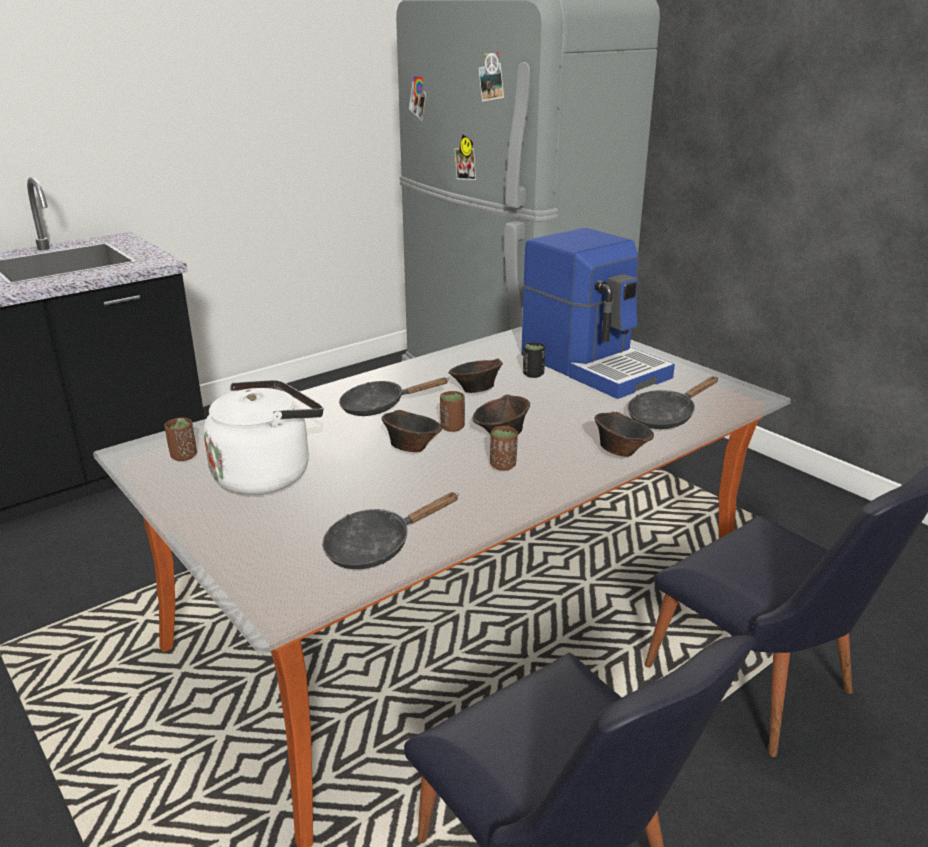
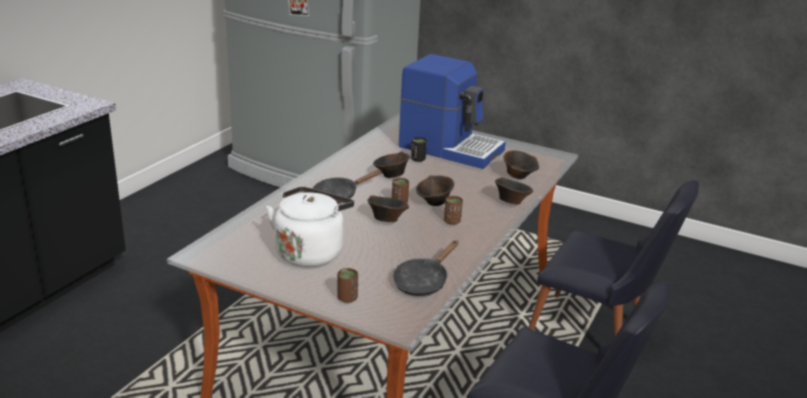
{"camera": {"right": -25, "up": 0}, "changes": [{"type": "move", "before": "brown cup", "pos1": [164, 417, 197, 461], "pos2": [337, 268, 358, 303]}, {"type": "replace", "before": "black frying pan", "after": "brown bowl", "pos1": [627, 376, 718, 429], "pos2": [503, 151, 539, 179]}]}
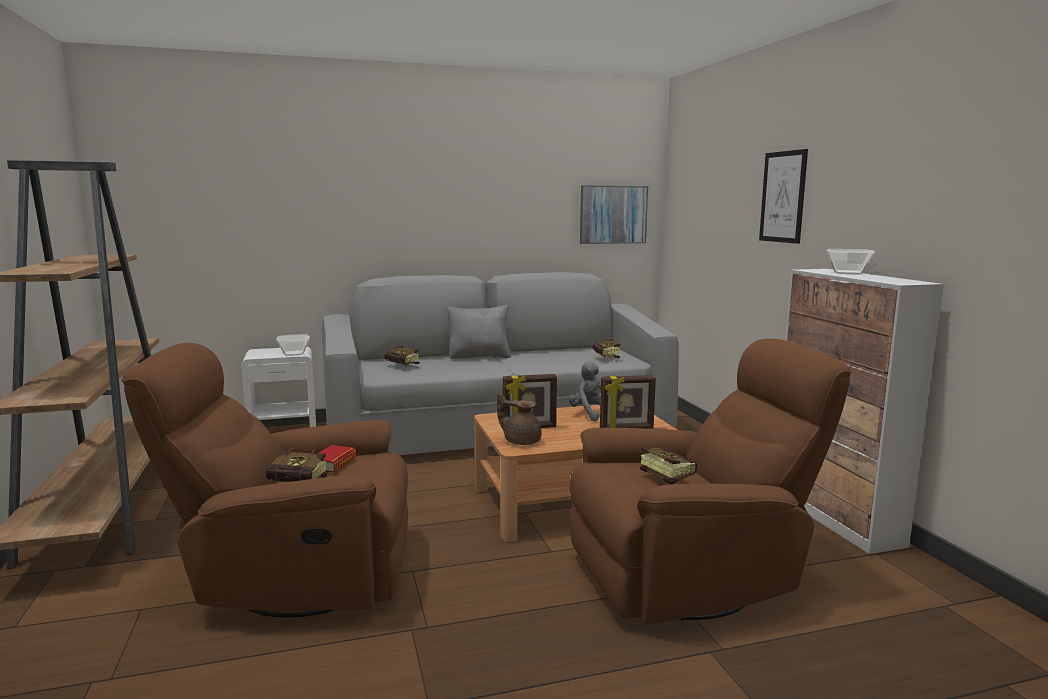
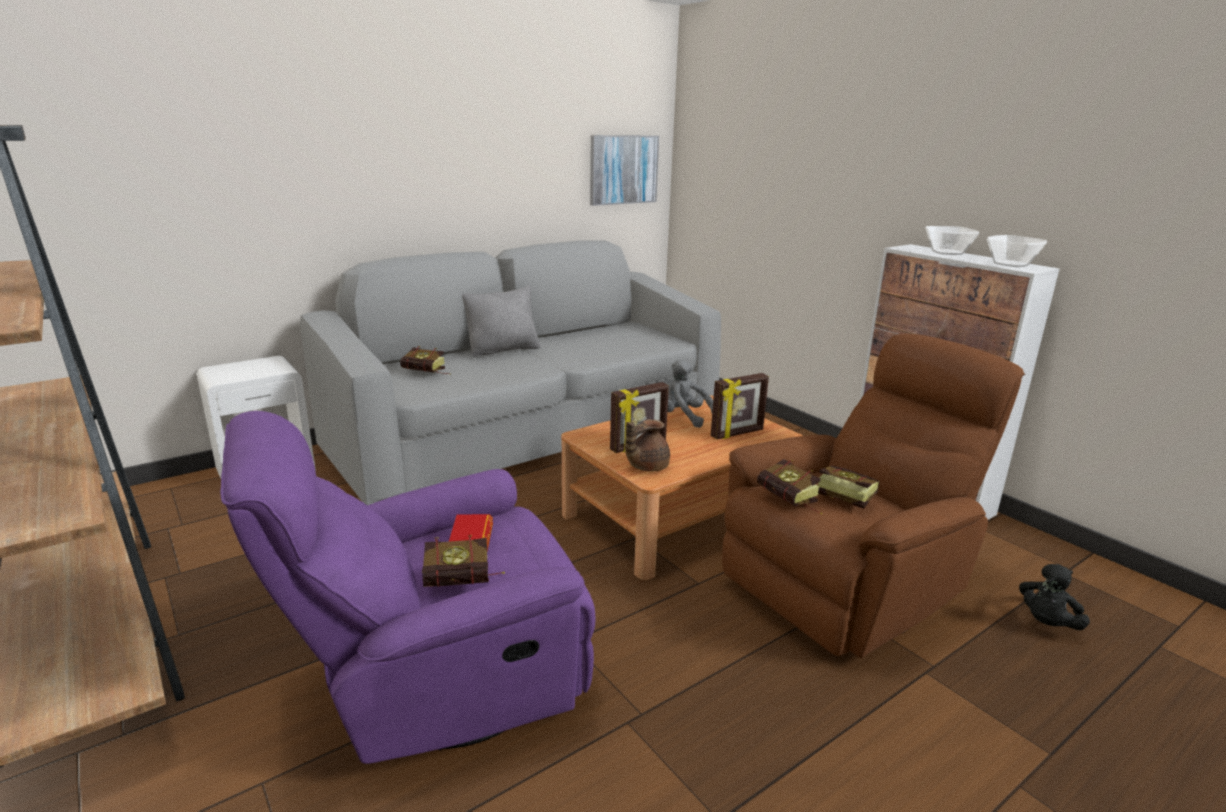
{"camera": {"right": -20, "up": 10}, "changes": [{"type": "recolor", "before": "brown armchair", "after": "purple armchair", "pos1": [121, 343, 408, 618], "pos2": [220, 411, 595, 764]}, {"type": "move", "before": "bowl", "pos1": [276, 334, 310, 356], "pos2": [987, 235, 1047, 267]}, {"type": "rotate", "before": "brown teapot", "pos1": [497, 391, 542, 445], "pos2": [625, 419, 670, 472], "turn": -45}, {"type": "move", "before": "book", "pos1": [592, 338, 620, 363], "pos2": [757, 459, 822, 514]}, {"type": "delete", "before": "picture", "pos1": [759, 149, 808, 244]}, {"type": "insert", "after": "black plush toy", "pos2": [1019, 564, 1090, 630]}]}
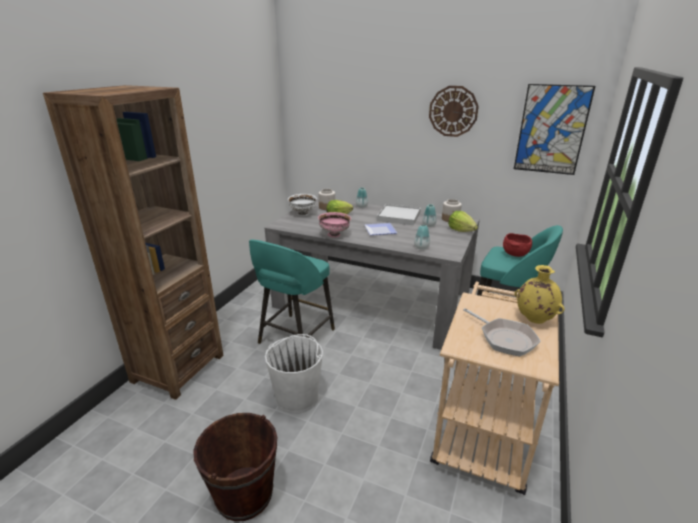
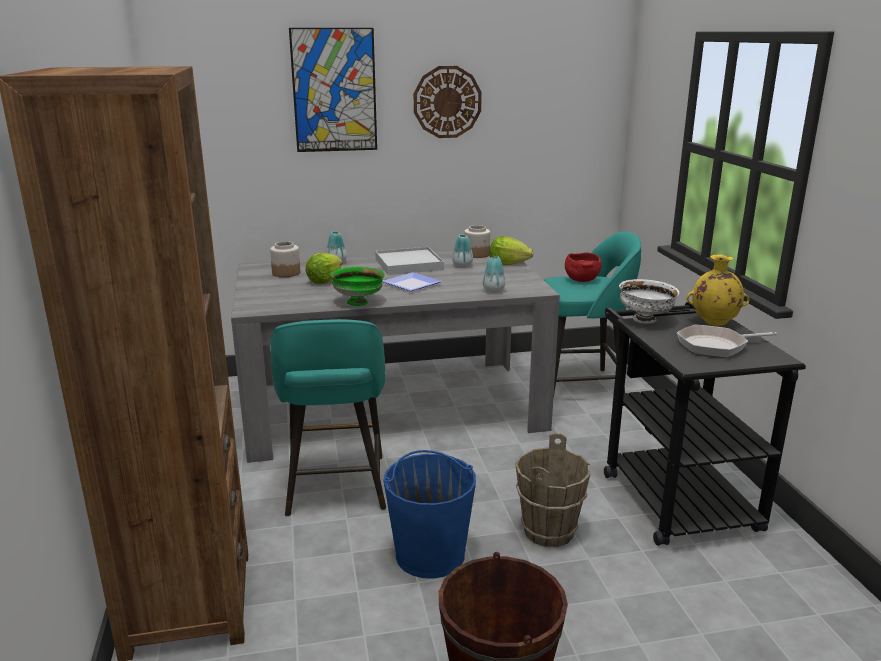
{"camera": {"right": -35, "up": -5}, "changes": [{"type": "recolor", "before": "white bucket", "after": "blue bucket", "pos1": [265, 334, 323, 414], "pos2": [383, 450, 476, 579]}, {"type": "move", "before": "white bowl", "pos1": [288, 194, 317, 216], "pos2": [619, 279, 679, 324]}, {"type": "recolor", "before": "pink bowl", "after": "green bowl", "pos1": [318, 212, 351, 237], "pos2": [330, 267, 385, 306]}, {"type": "recolor", "before": "beige cart", "after": "black cart", "pos1": [430, 282, 559, 495], "pos2": [604, 302, 806, 546]}, {"type": "rotate", "before": "frying pan", "pos1": [463, 308, 541, 356], "pos2": [677, 325, 777, 358], "turn": 150}, {"type": "move", "before": "picture", "pos1": [514, 84, 595, 175], "pos2": [289, 28, 377, 152]}, {"type": "insert", "after": "brown bucket", "pos2": [515, 433, 591, 547]}]}
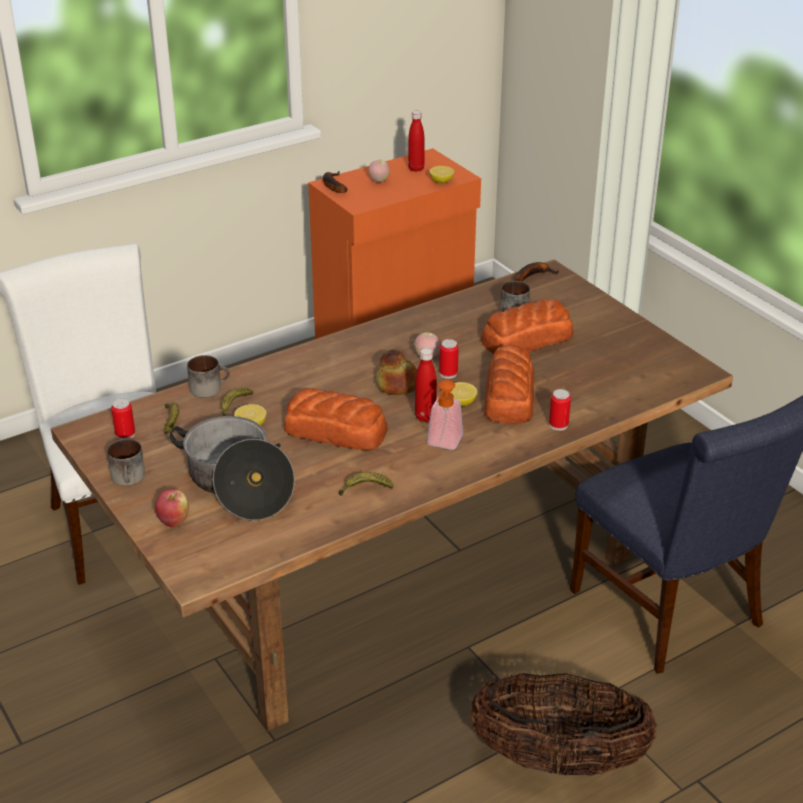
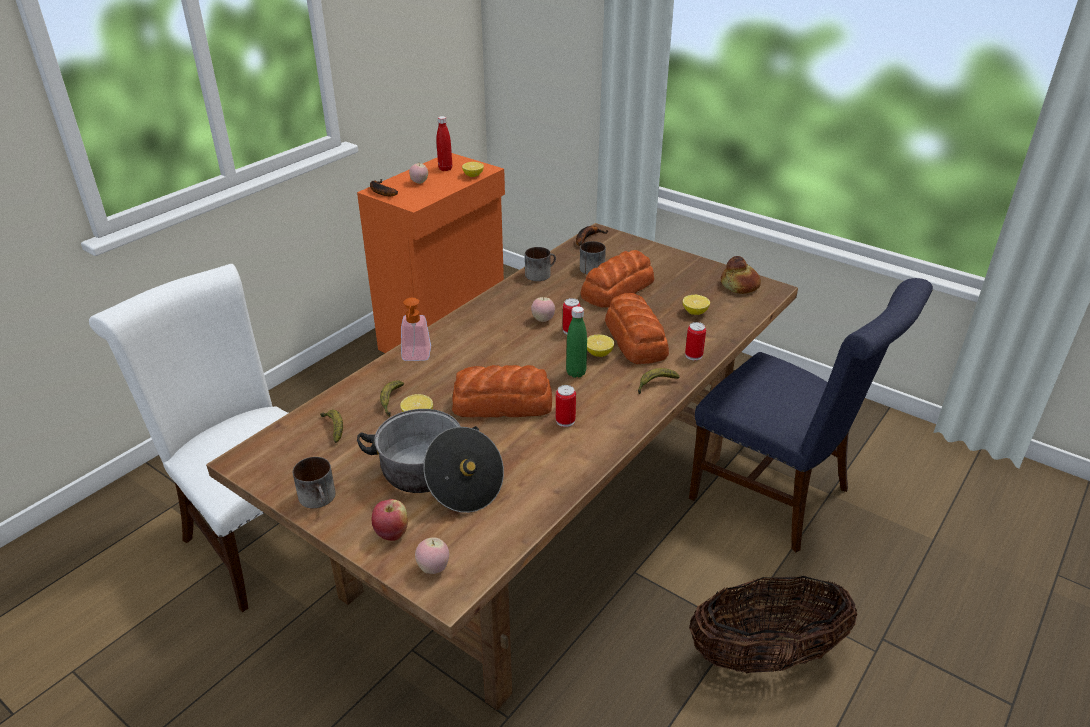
{"camera": {"right": -20, "up": 0}, "changes": [{"type": "move", "before": "can", "pos1": [111, 399, 135, 440], "pos2": [556, 385, 576, 427]}, {"type": "move", "before": "mug", "pos1": [187, 355, 230, 398], "pos2": [525, 247, 556, 281]}, {"type": "move", "before": "banana", "pos1": [339, 472, 394, 496], "pos2": [638, 368, 680, 394]}, {"type": "move", "before": "bread", "pos1": [376, 349, 417, 395], "pos2": [721, 256, 761, 294]}, {"type": "recolor", "before": "red bottle", "after": "green bottle", "pos1": [415, 348, 437, 422], "pos2": [566, 306, 587, 378]}, {"type": "move", "before": "soap dispenser", "pos1": [427, 379, 463, 450], "pos2": [401, 298, 431, 361]}, {"type": "insert", "after": "apple", "pos2": [415, 538, 449, 574]}, {"type": "insert", "after": "lemon", "pos2": [683, 295, 710, 315]}]}
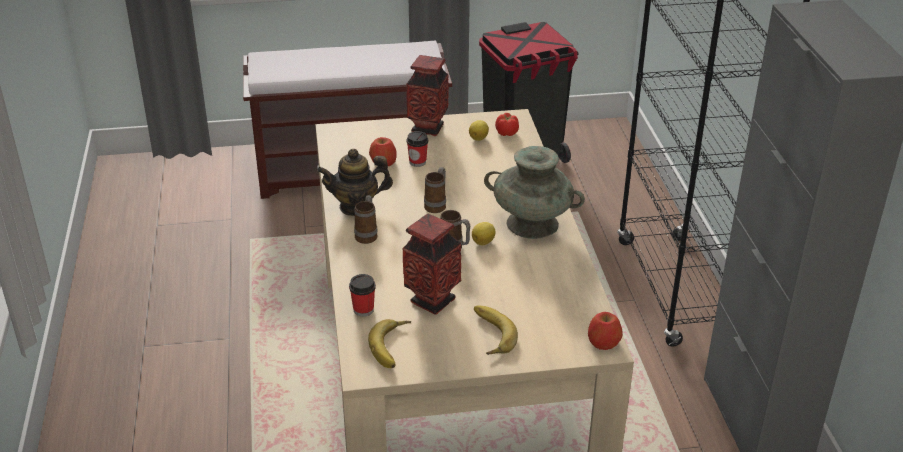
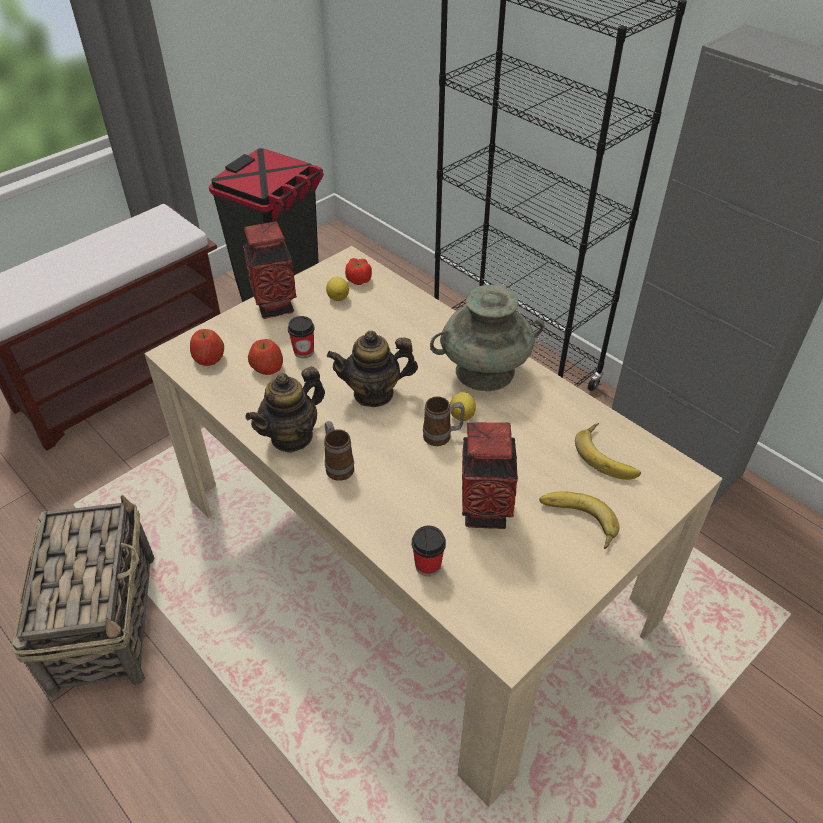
{"camera": {"right": -35, "up": 10}, "changes": [{"type": "move", "before": "banana", "pos1": [368, 319, 411, 368], "pos2": [575, 423, 641, 480]}, {"type": "replace", "before": "mug", "after": "teapot", "pos1": [424, 167, 446, 213], "pos2": [327, 331, 418, 407]}, {"type": "move", "before": "apple", "pos1": [588, 312, 623, 350], "pos2": [190, 329, 224, 366]}, {"type": "insert", "after": "basket", "pos2": [11, 495, 154, 697]}]}
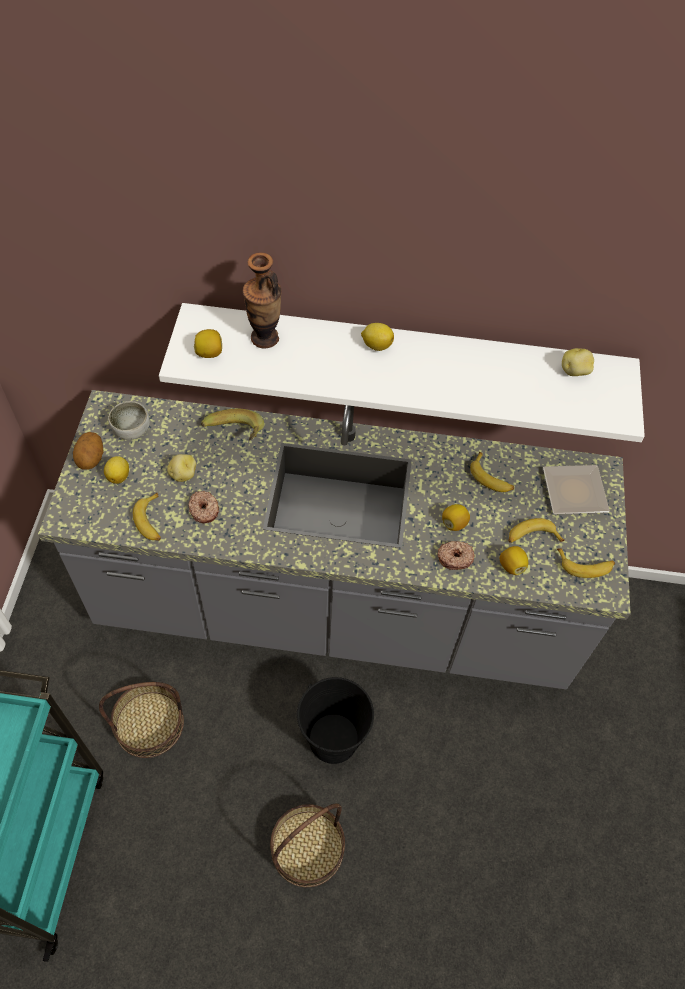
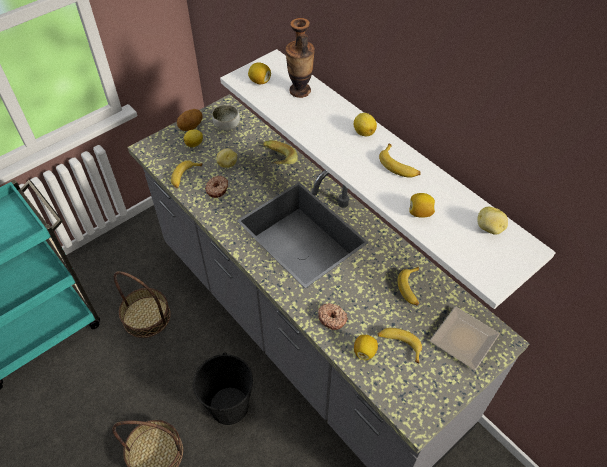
{"camera": {"right": 45, "up": -5}, "changes": [{"type": "move", "before": "lemon", "pos1": [442, 504, 470, 531], "pos2": [409, 193, 435, 218]}, {"type": "move", "before": "banana", "pos1": [557, 548, 615, 578], "pos2": [379, 144, 421, 178]}]}
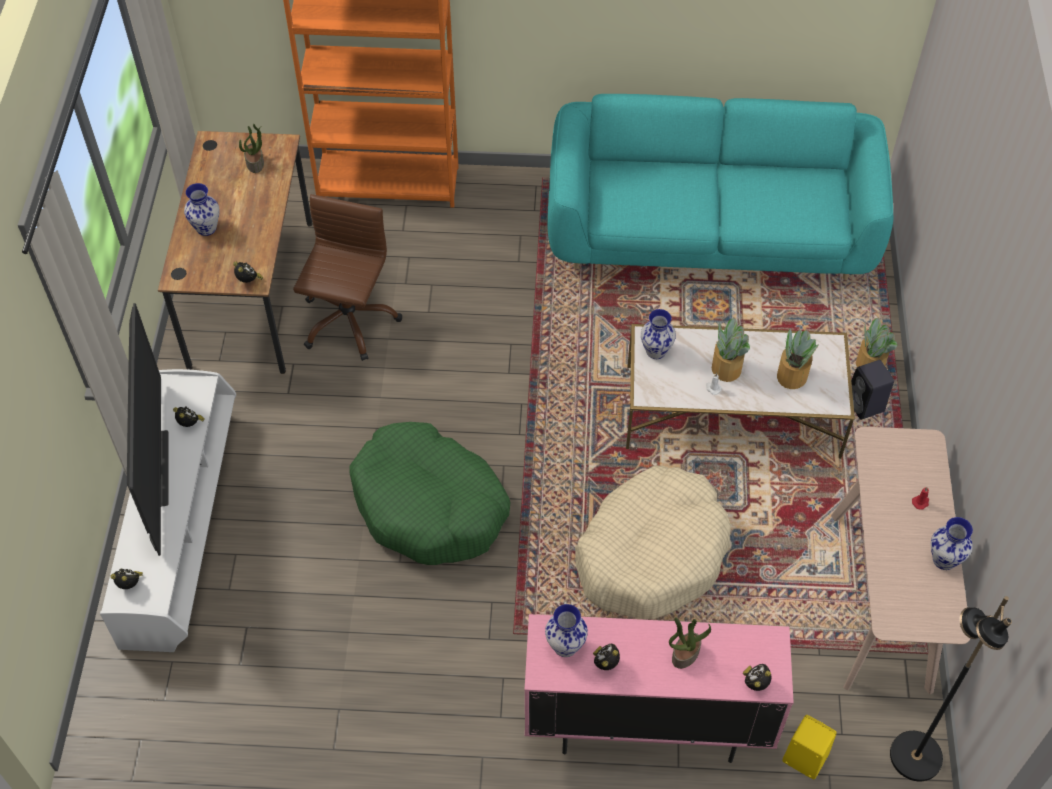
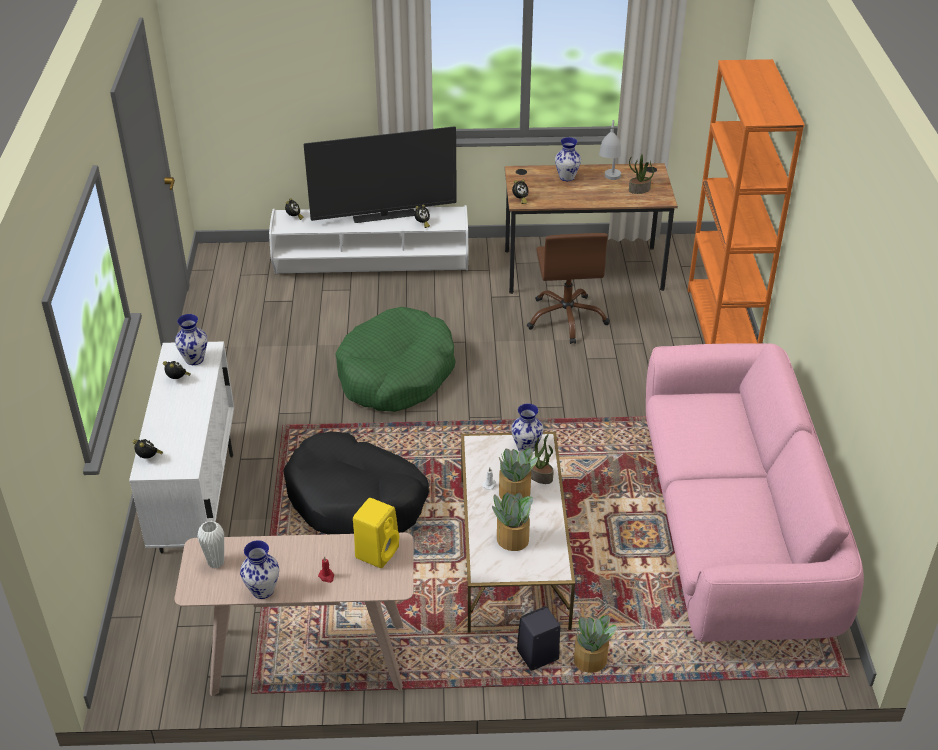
{"camera": {"right": 85, "up": -15}, "changes": [{"type": "rotate", "before": "brown office chair", "pos1": [293, 194, 402, 361], "pos2": [527, 233, 610, 344], "turn": 75}, {"type": "recolor", "before": "pink cabinet", "after": "white cabinet", "pos1": [525, 614, 794, 763], "pos2": [129, 342, 234, 553]}, {"type": "recolor", "before": "turquoise sofa", "after": "pink sofa", "pos1": [547, 94, 893, 280], "pos2": [646, 343, 864, 645]}, {"type": "recolor", "before": "beige dog bed", "after": "black dog bed", "pos1": [575, 465, 731, 619], "pos2": [283, 431, 429, 534]}, {"type": "move", "before": "potted plant", "pos1": [669, 617, 711, 669], "pos2": [531, 434, 554, 484]}, {"type": "move", "before": "yellow speaker", "pos1": [782, 715, 837, 779], "pos2": [353, 498, 399, 568]}, {"type": "delete", "before": "black floor lamp", "pos1": [890, 596, 1012, 781]}, {"type": "insert", "after": "white vase", "pos2": [197, 521, 224, 569]}, {"type": "insert", "after": "grey table lamp", "pos2": [599, 120, 621, 180]}]}
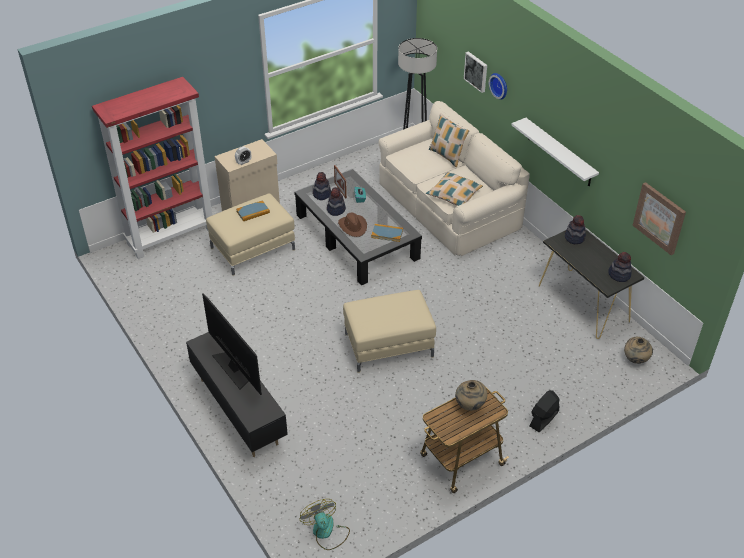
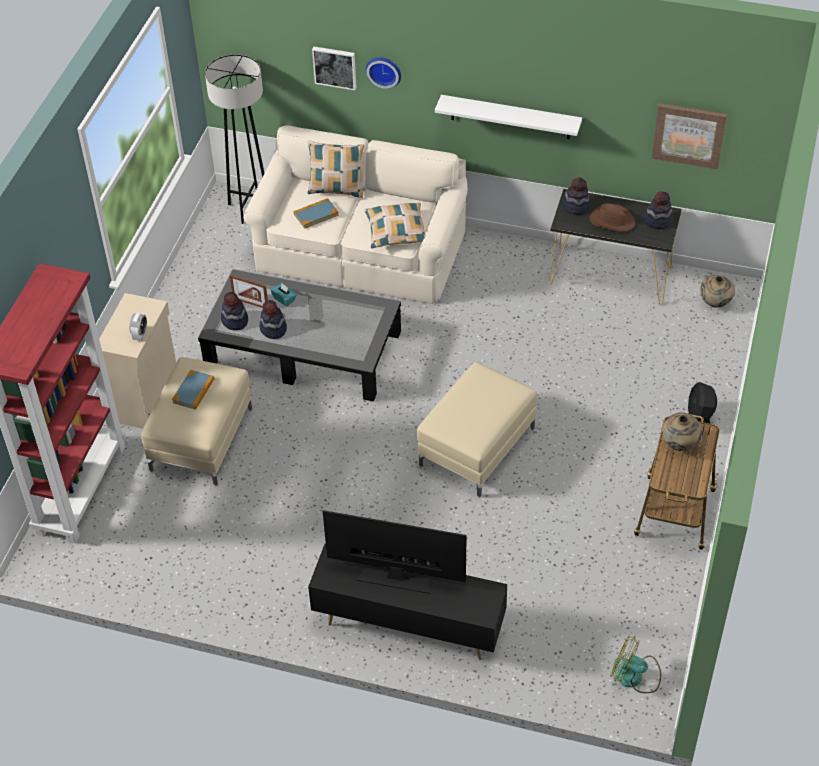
{"camera": {"right": -40, "up": 5}, "changes": [{"type": "move", "before": "brown hat", "pos1": [338, 213, 367, 237], "pos2": [590, 203, 635, 232]}, {"type": "move", "before": "book", "pos1": [371, 224, 403, 242], "pos2": [294, 198, 339, 229]}]}
